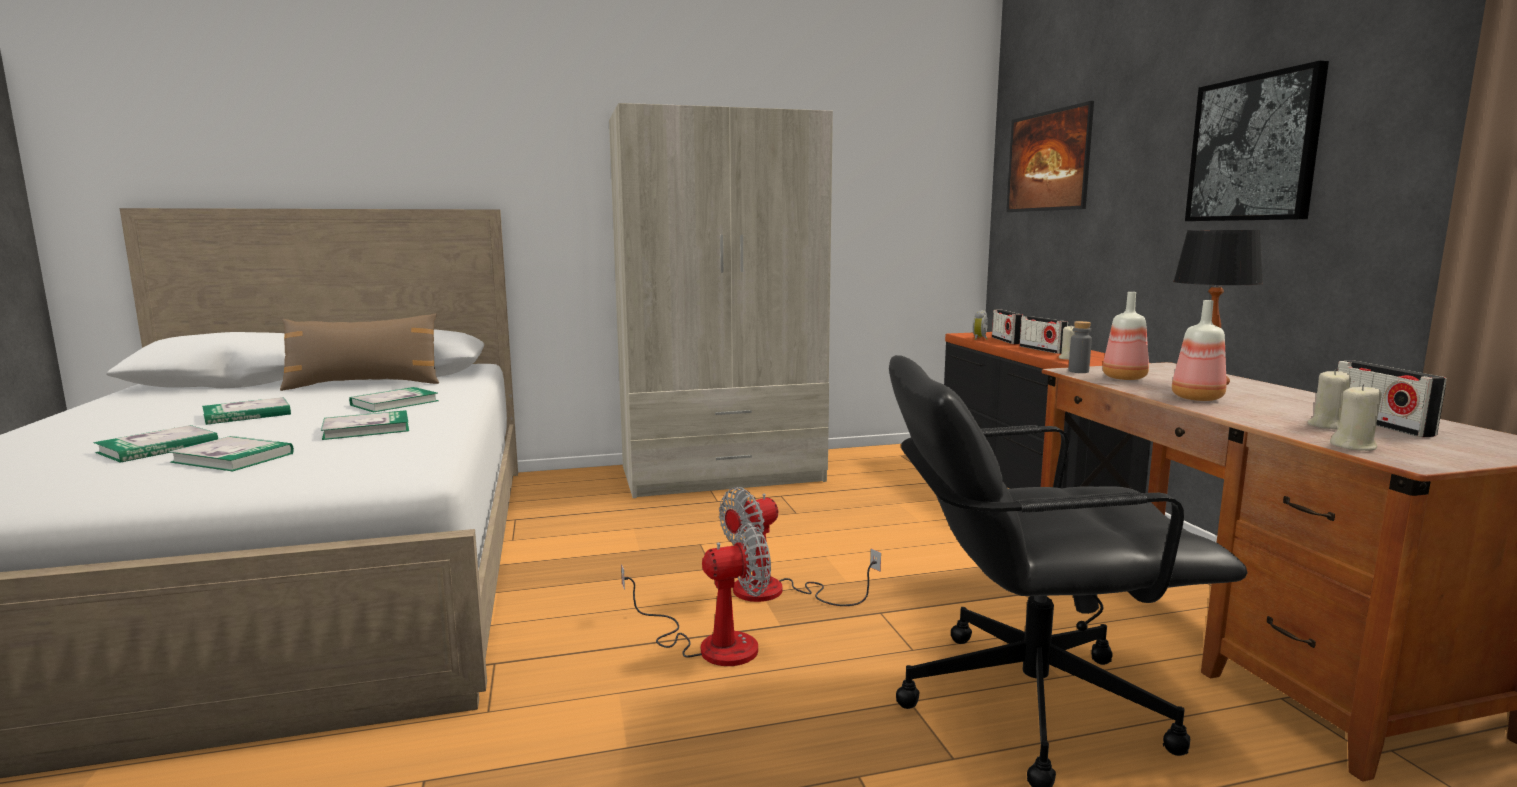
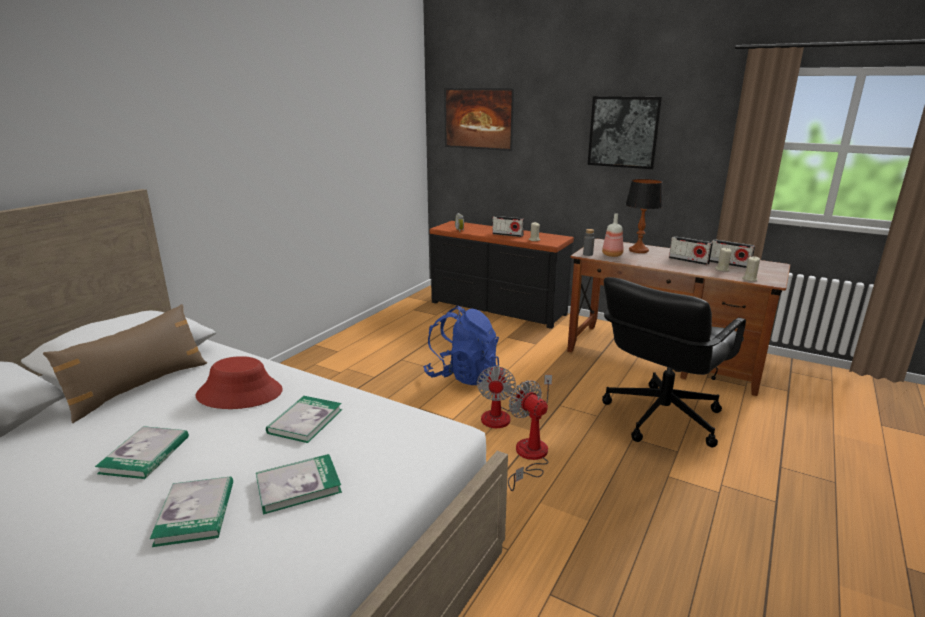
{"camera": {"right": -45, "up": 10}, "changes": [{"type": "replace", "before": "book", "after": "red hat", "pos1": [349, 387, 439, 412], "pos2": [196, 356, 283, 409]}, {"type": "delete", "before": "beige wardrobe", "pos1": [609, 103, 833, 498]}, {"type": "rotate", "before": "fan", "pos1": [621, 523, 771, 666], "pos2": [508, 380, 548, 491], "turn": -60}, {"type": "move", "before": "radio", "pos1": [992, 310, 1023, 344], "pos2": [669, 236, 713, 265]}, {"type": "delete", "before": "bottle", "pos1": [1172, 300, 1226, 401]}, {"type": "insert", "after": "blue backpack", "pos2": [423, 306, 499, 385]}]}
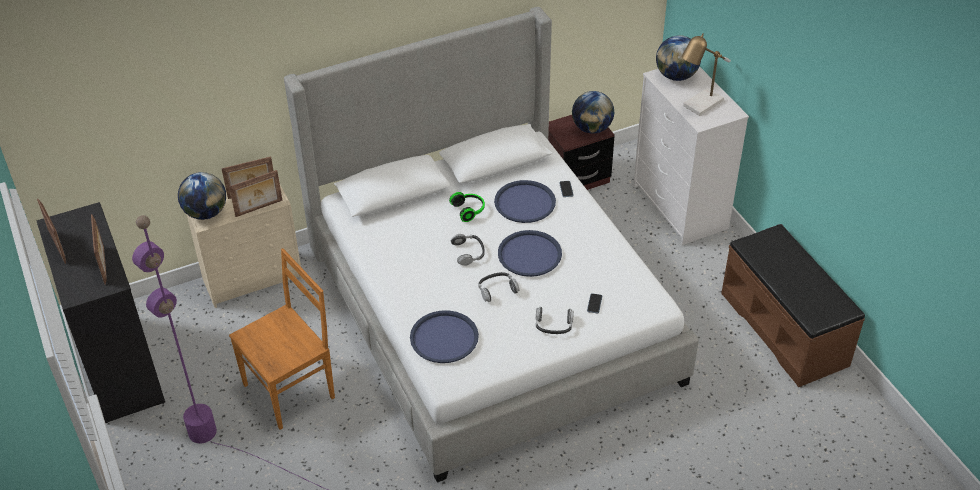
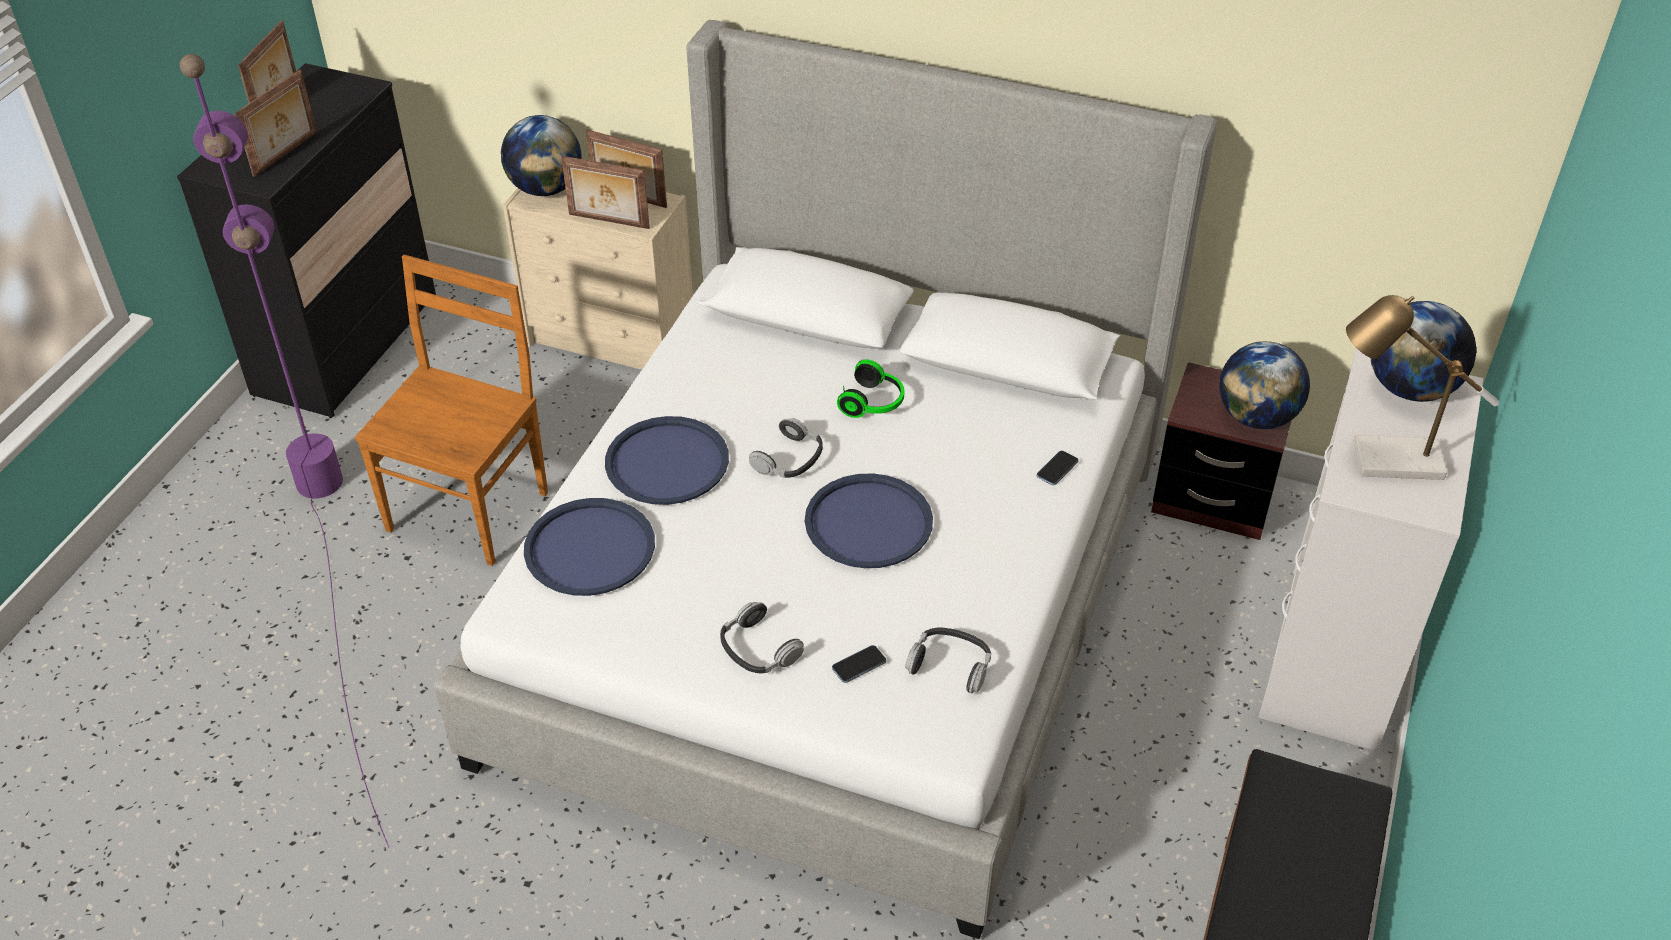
{"camera": {"right": 45, "up": 0}, "changes": [{"type": "rotate", "before": "brown chair", "pos1": [229, 248, 335, 430], "pos2": [355, 255, 548, 566], "turn": -75}, {"type": "move", "before": "headphones", "pos1": [478, 272, 520, 302], "pos2": [905, 627, 991, 693]}, {"type": "move", "before": "blue tray", "pos1": [494, 180, 556, 223], "pos2": [605, 416, 729, 505]}]}
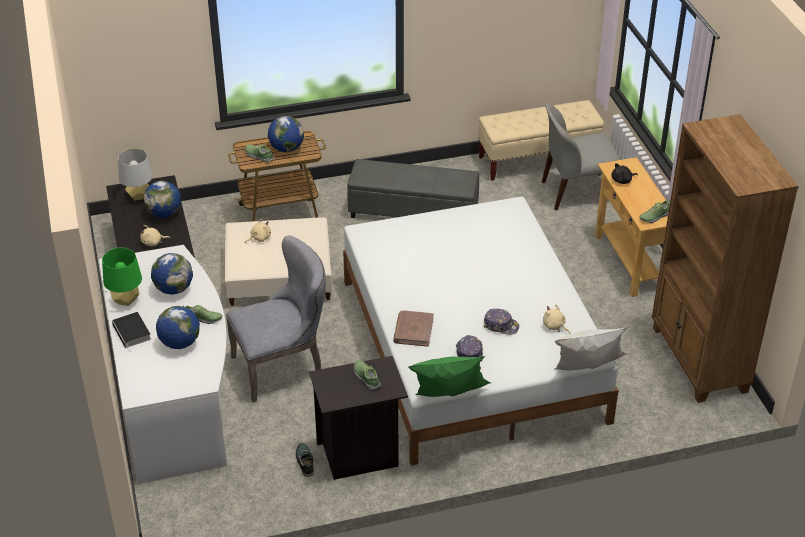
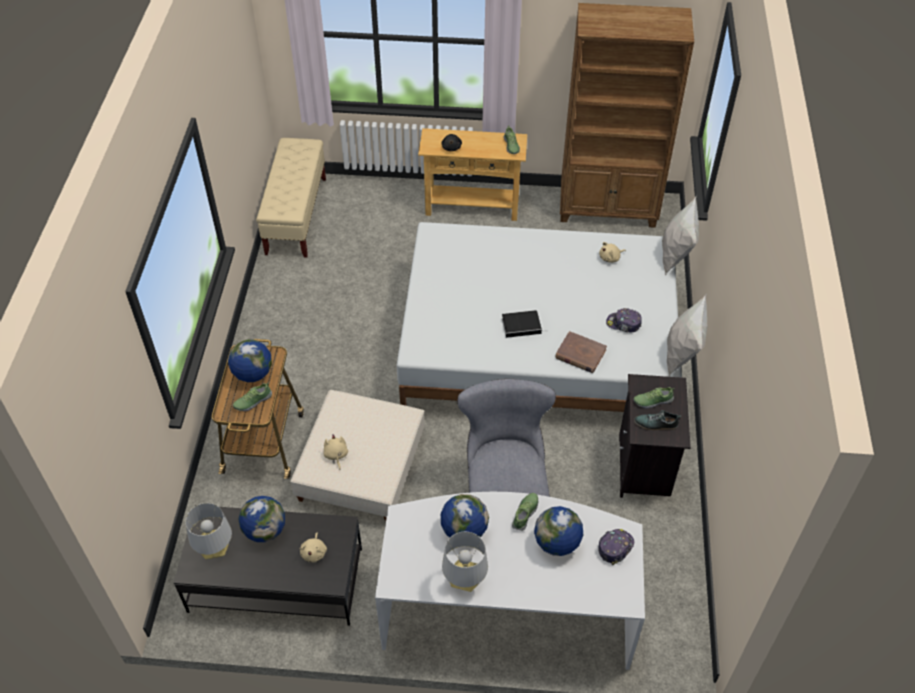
{"camera": {"right": -70, "up": 10}, "changes": [{"type": "recolor", "before": "green table lamp", "after": "grey table lamp", "pos1": [102, 247, 142, 306], "pos2": [442, 532, 488, 592]}, {"type": "move", "before": "book", "pos1": [112, 312, 151, 352], "pos2": [502, 310, 548, 338]}, {"type": "move", "before": "shoe", "pos1": [296, 443, 314, 477], "pos2": [634, 410, 681, 431]}, {"type": "delete", "before": "grey ottoman", "pos1": [347, 159, 480, 218]}, {"type": "recolor", "before": "green pillow", "after": "white pillow", "pos1": [408, 356, 491, 397], "pos2": [667, 293, 707, 377]}, {"type": "move", "before": "cap", "pos1": [483, 309, 519, 335], "pos2": [598, 529, 634, 565]}, {"type": "delete", "before": "grey chair", "pos1": [542, 104, 620, 210]}]}
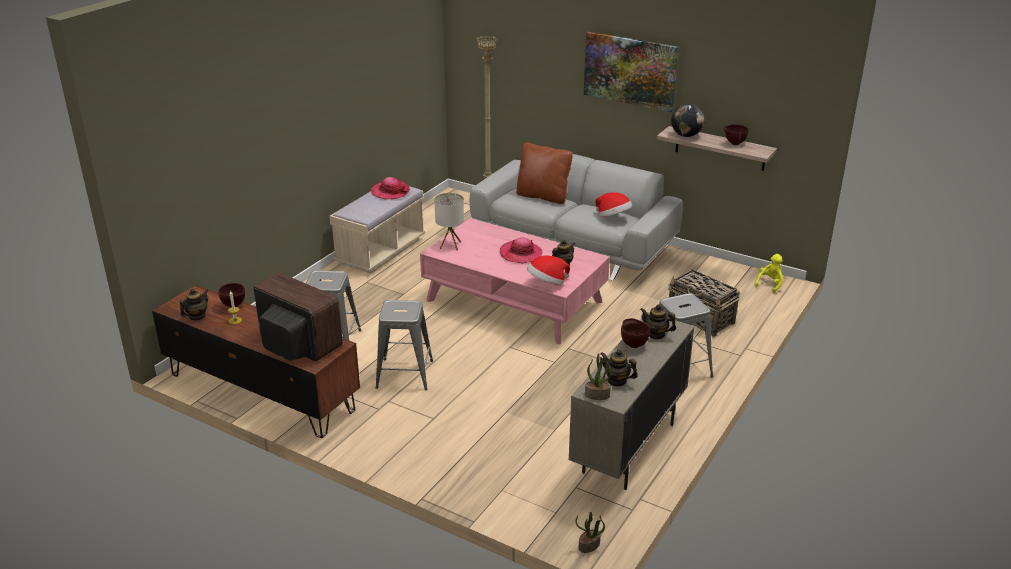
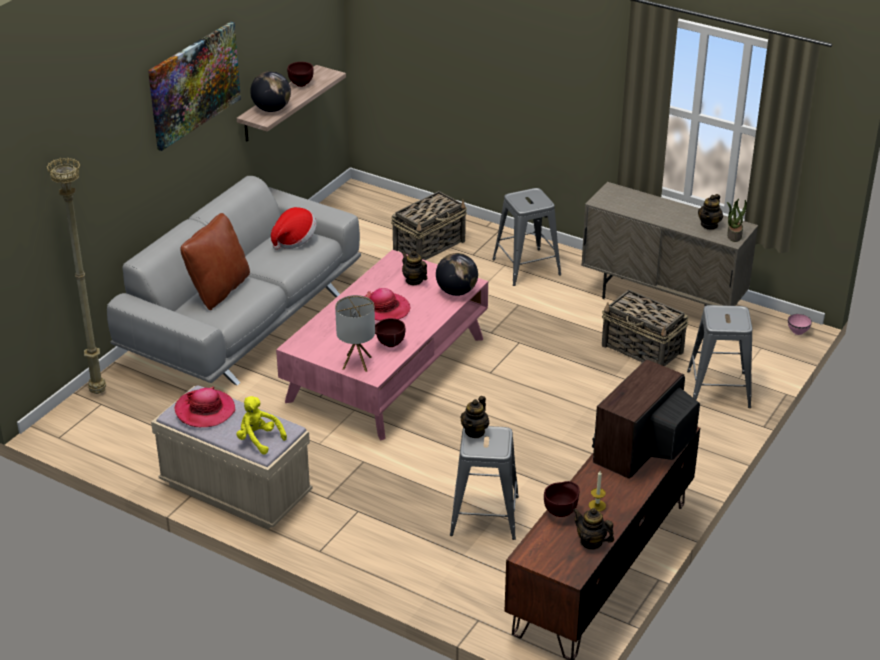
{"camera": {"right": -90, "up": 5}, "changes": [{"type": "move", "before": "grey stool", "pos1": [376, 300, 433, 390], "pos2": [687, 305, 752, 408]}, {"type": "replace", "before": "hat", "after": "globe", "pos1": [527, 256, 570, 285], "pos2": [436, 253, 478, 296]}, {"type": "replace", "before": "potted plant", "after": "pink bowl", "pos1": [576, 512, 605, 553], "pos2": [788, 314, 812, 335]}, {"type": "move", "before": "brown bowl", "pos1": [621, 318, 650, 348], "pos2": [375, 318, 406, 347]}, {"type": "move", "before": "teapot", "pos1": [640, 304, 676, 339], "pos2": [460, 396, 489, 438]}, {"type": "move", "before": "yellow plush toy", "pos1": [754, 254, 783, 294], "pos2": [237, 396, 287, 455]}, {"type": "insert", "after": "basket", "pos2": [602, 290, 689, 366]}]}
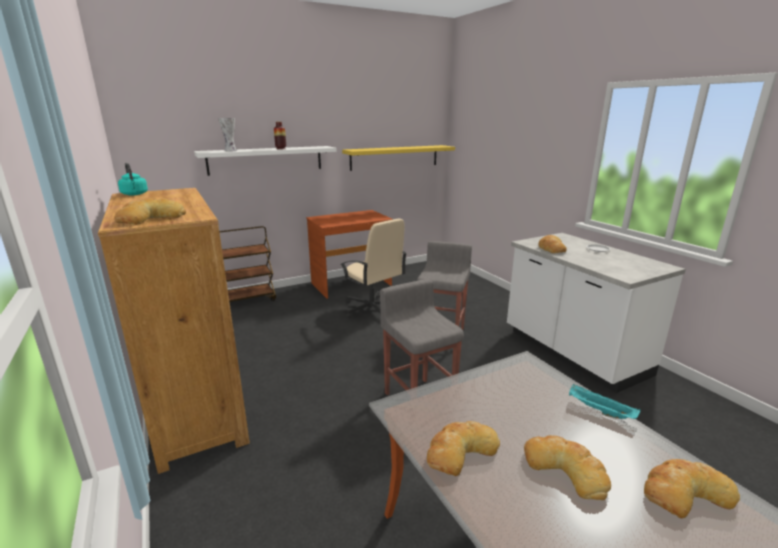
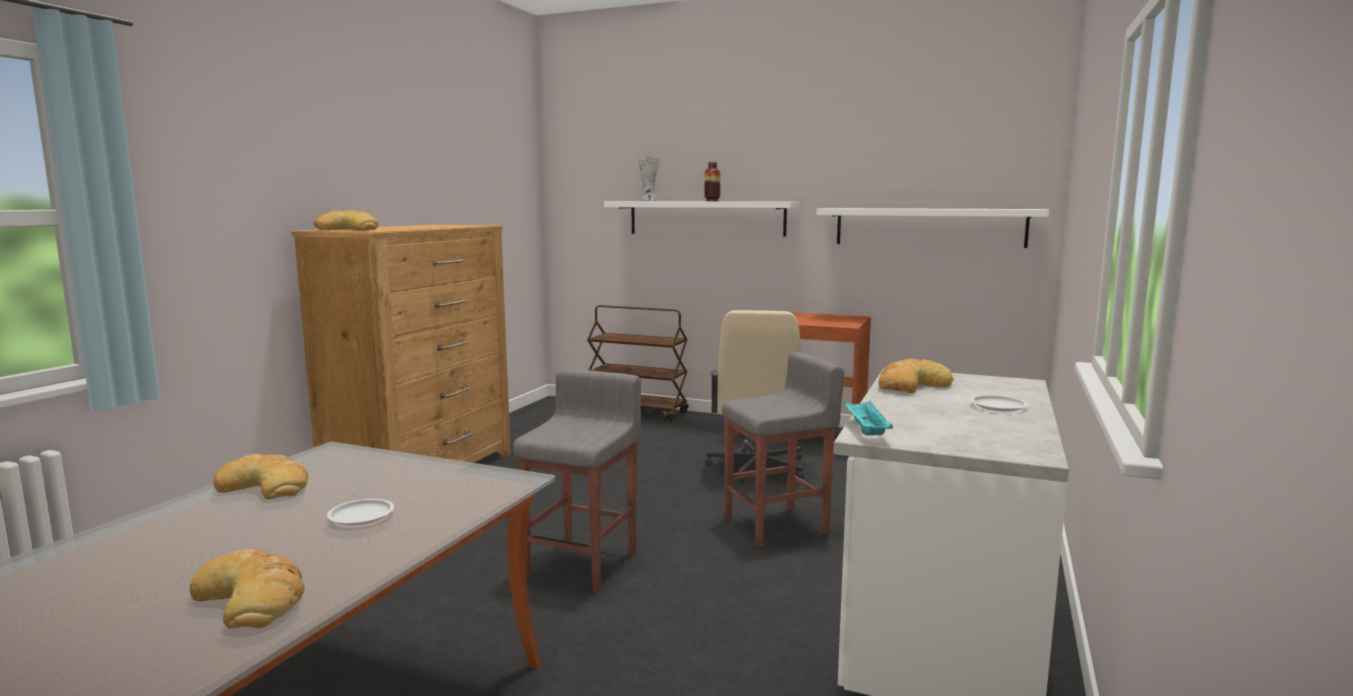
{"camera": {"right": 50, "up": -10}, "changes": [{"type": "delete", "before": "turquoise kettle", "pos1": [118, 163, 148, 195]}, {"type": "recolor", "before": "yellow shelf", "after": "white shelf", "pos1": [342, 145, 455, 171], "pos2": [816, 208, 1049, 248]}, {"type": "delete", "before": "bread", "pos1": [524, 435, 611, 500]}, {"type": "move", "before": "turquoise tray", "pos1": [569, 384, 641, 419], "pos2": [844, 401, 893, 436]}, {"type": "insert", "after": "white plate", "pos2": [327, 499, 394, 525]}]}
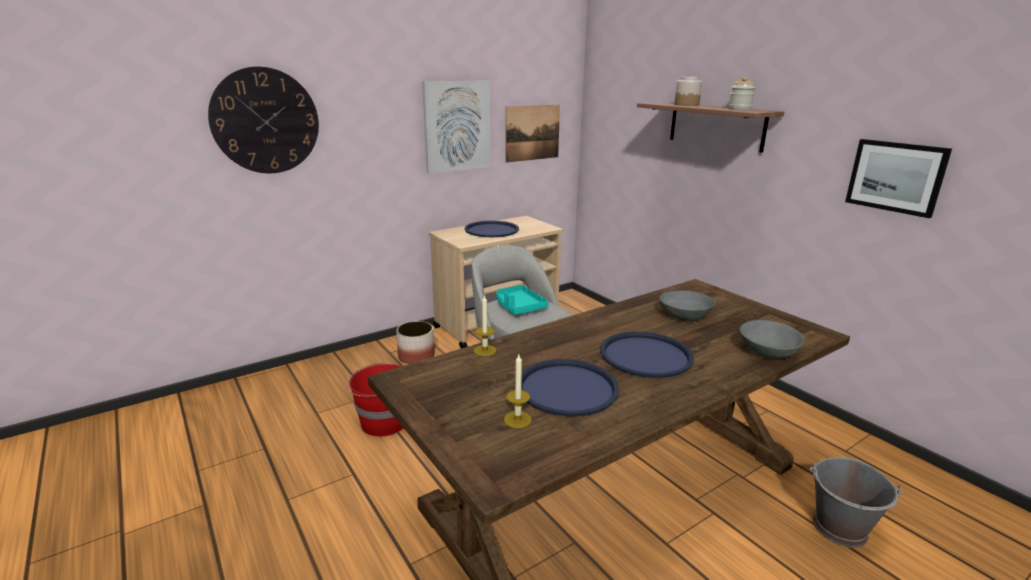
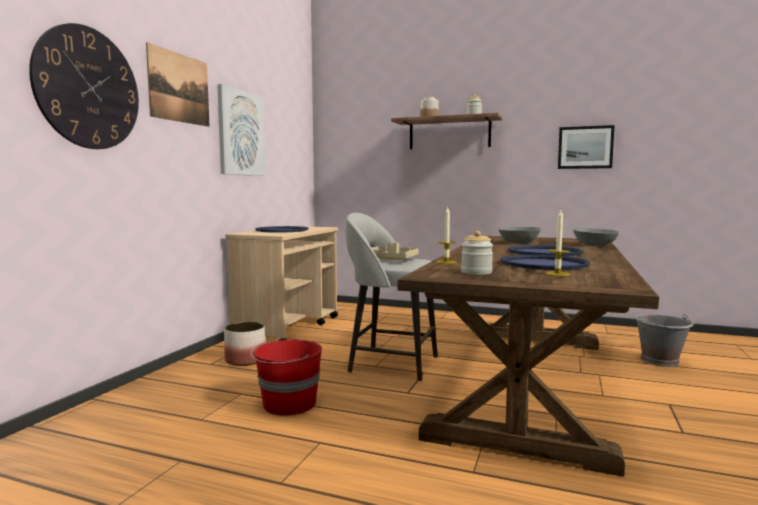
{"camera": {"right": -35, "up": -15}, "changes": [{"type": "recolor", "before": "turquoise tray", "after": "beige tray", "pos1": [496, 285, 548, 315], "pos2": [372, 242, 419, 260]}, {"type": "move", "before": "picture", "pos1": [505, 104, 560, 163], "pos2": [146, 42, 210, 127]}, {"type": "insert", "after": "jar", "pos2": [461, 231, 493, 275]}]}
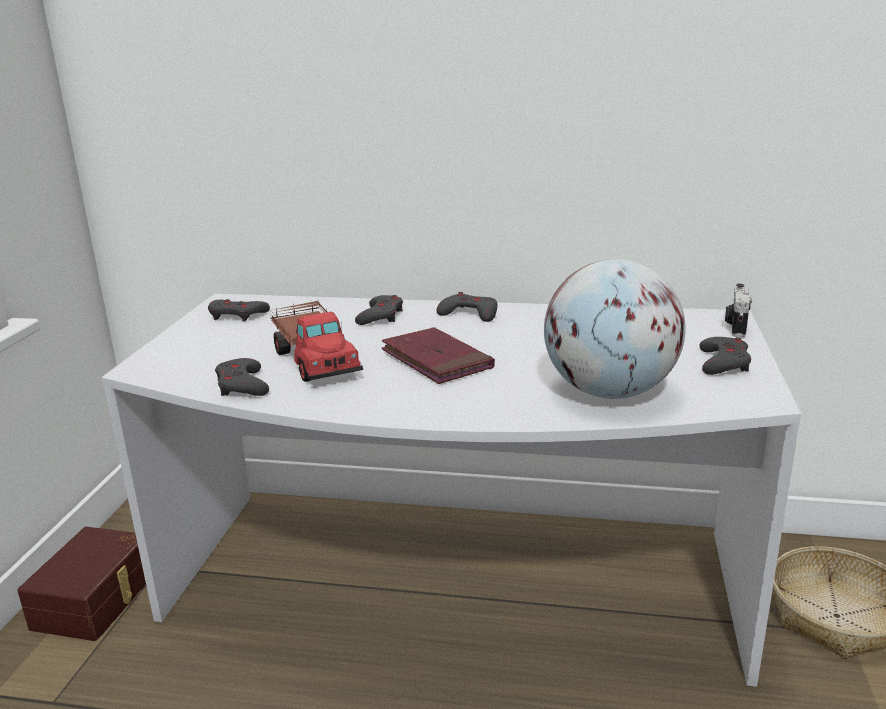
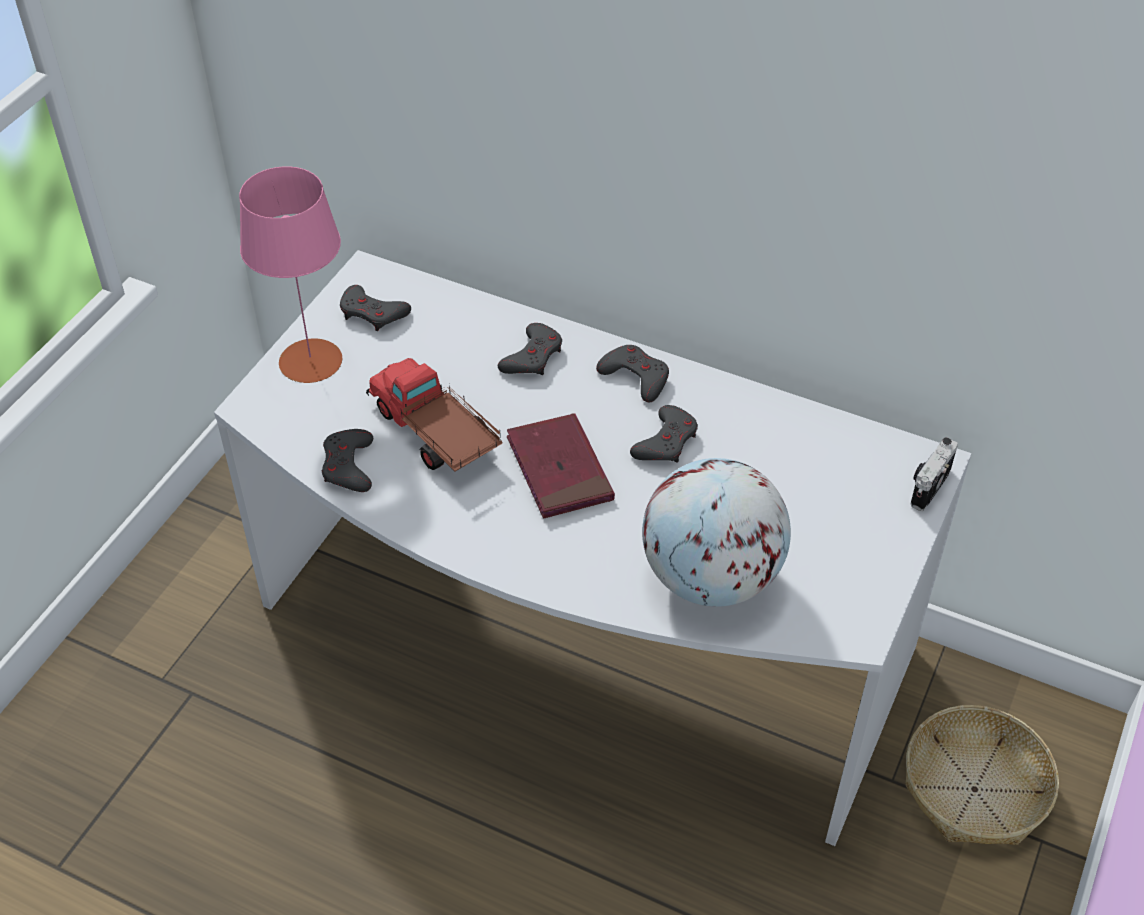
{"camera": {"right": 15, "up": 25}, "changes": [{"type": "delete", "before": "brown storage box", "pos1": [17, 527, 146, 641]}, {"type": "rotate", "before": "toy truck", "pos1": [271, 301, 363, 382], "pos2": [366, 358, 503, 471], "turn": 150}, {"type": "move", "before": "grey game controller", "pos1": [700, 337, 751, 375], "pos2": [630, 405, 698, 463]}, {"type": "insert", "after": "pink table lamp", "pos2": [239, 166, 342, 383]}]}
